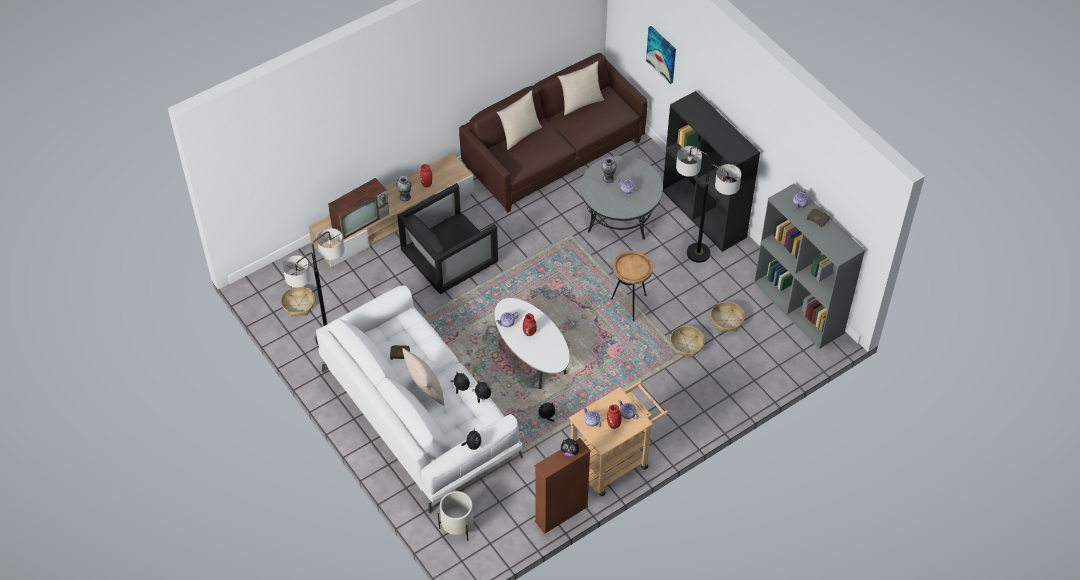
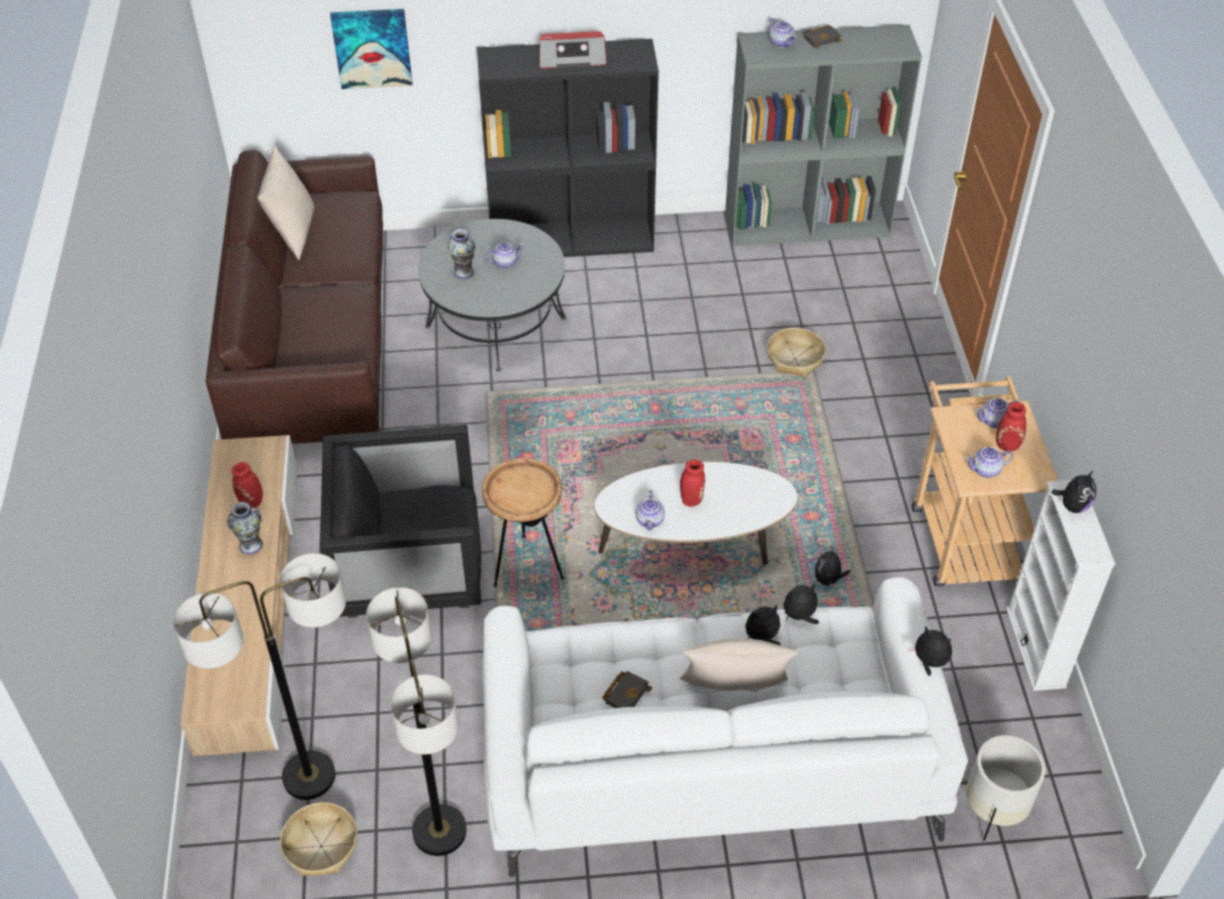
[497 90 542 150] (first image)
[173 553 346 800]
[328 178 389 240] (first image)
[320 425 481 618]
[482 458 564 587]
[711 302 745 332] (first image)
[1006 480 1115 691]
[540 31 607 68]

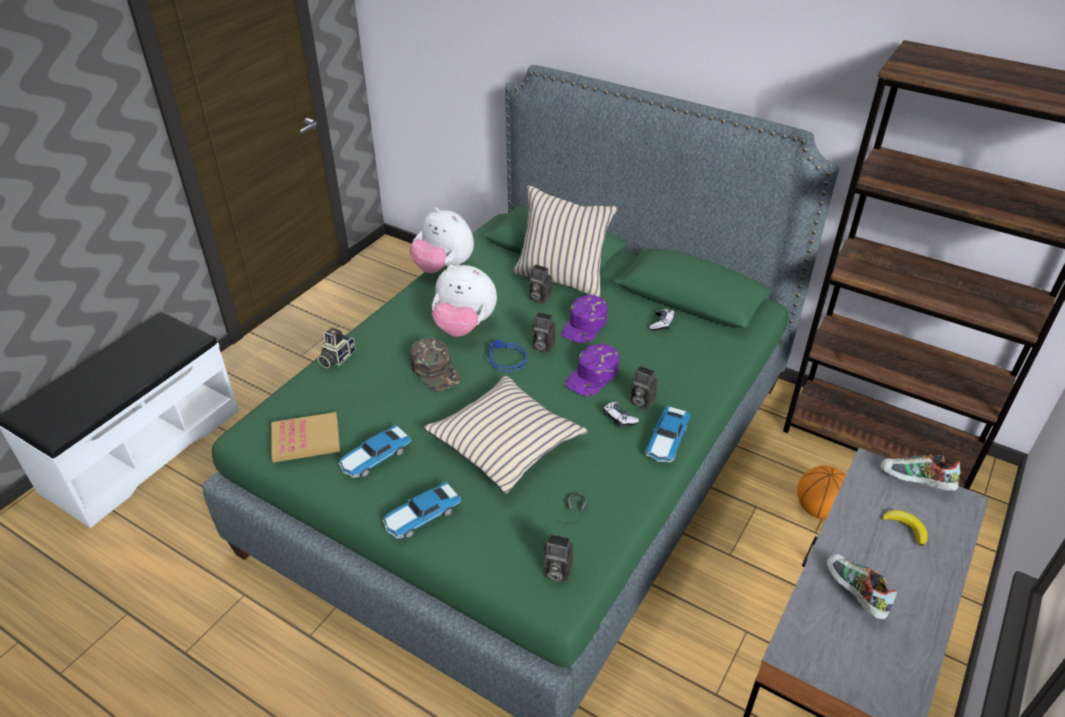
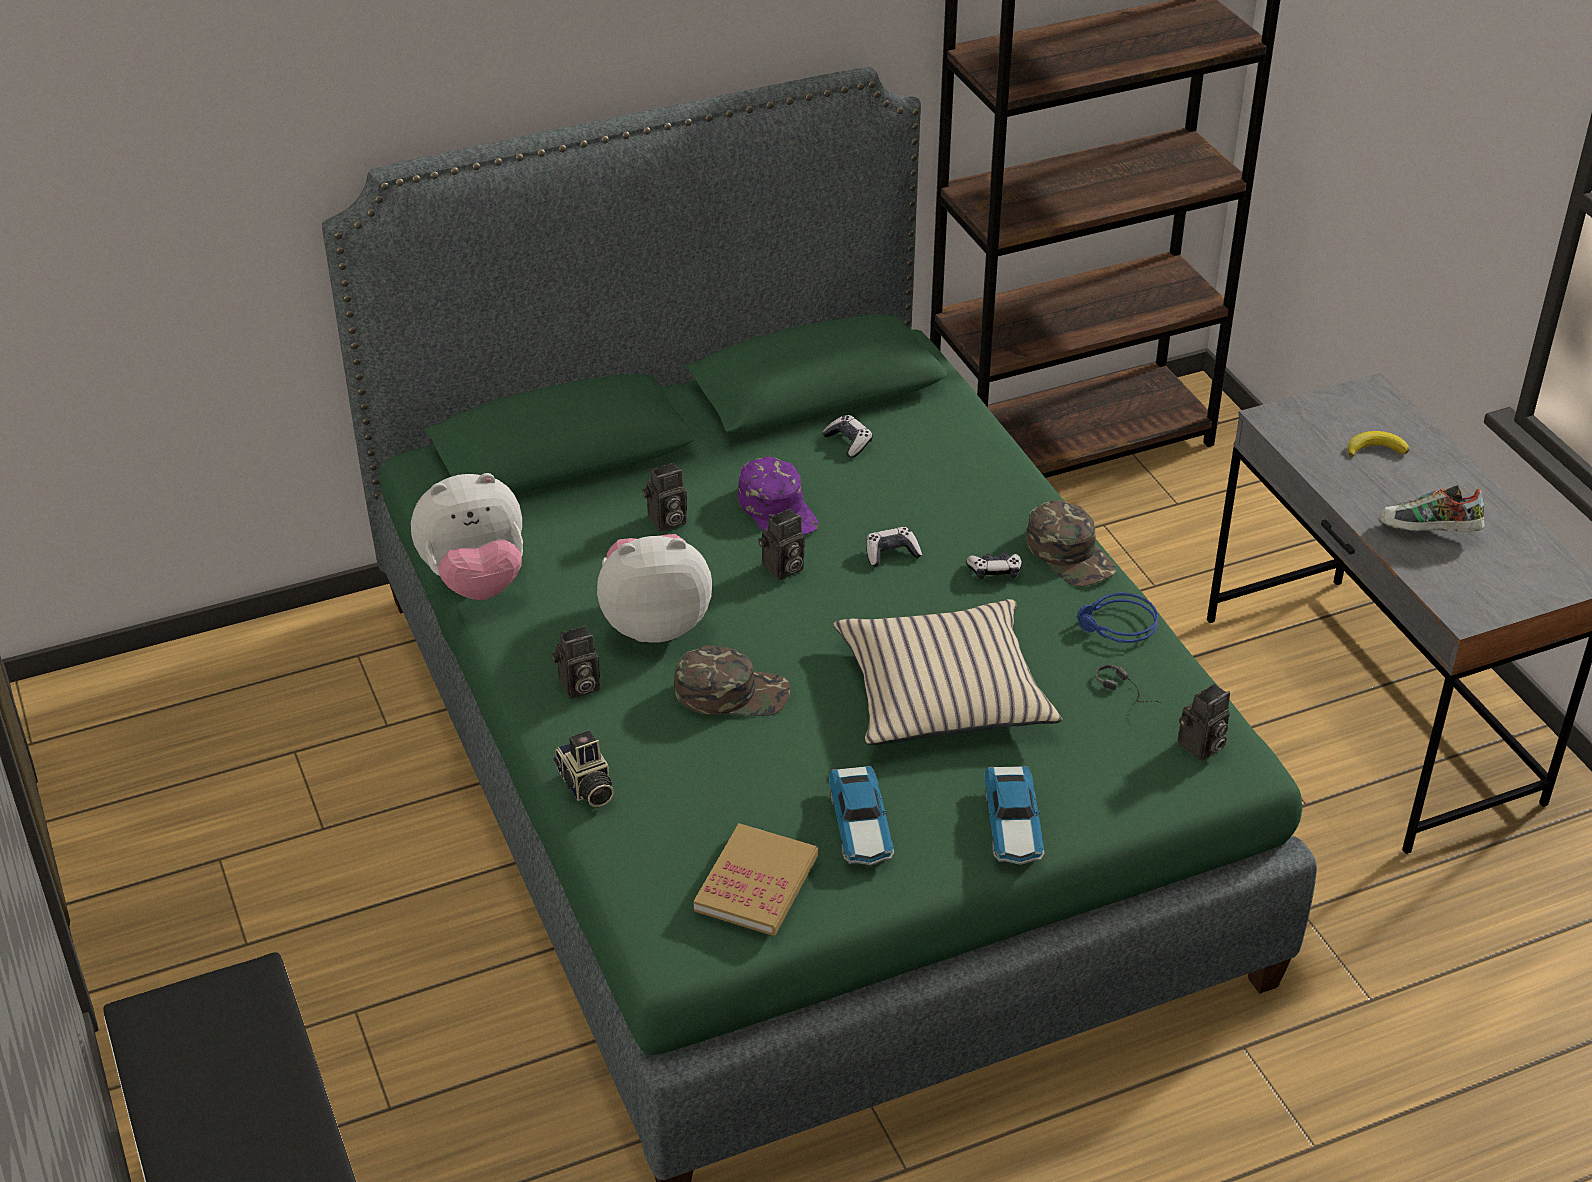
[513 185 618 297] (first image)
[597 534 712 643]
[1077 592 1158 643]
[866 527 922 567]
[552 626 600 699]
[1026 500 1117 587]
[880 455 960 491] (first image)
[797 466 846 520] (first image)

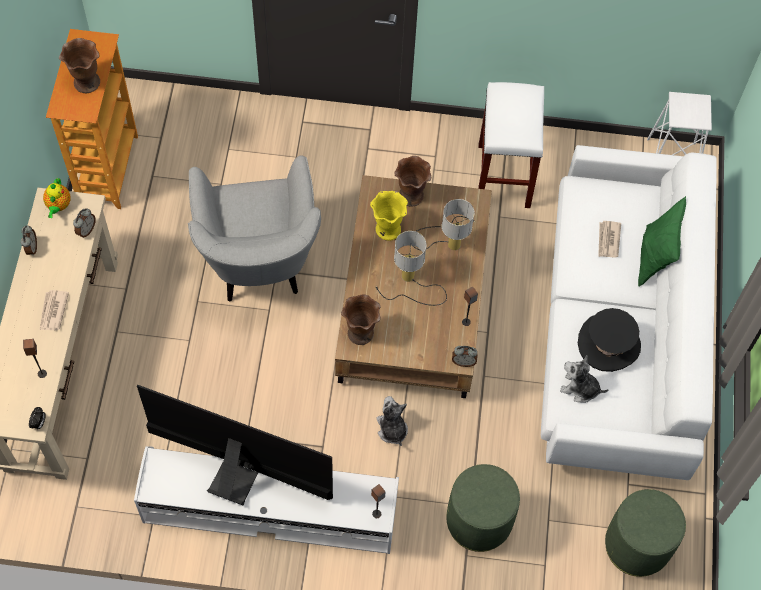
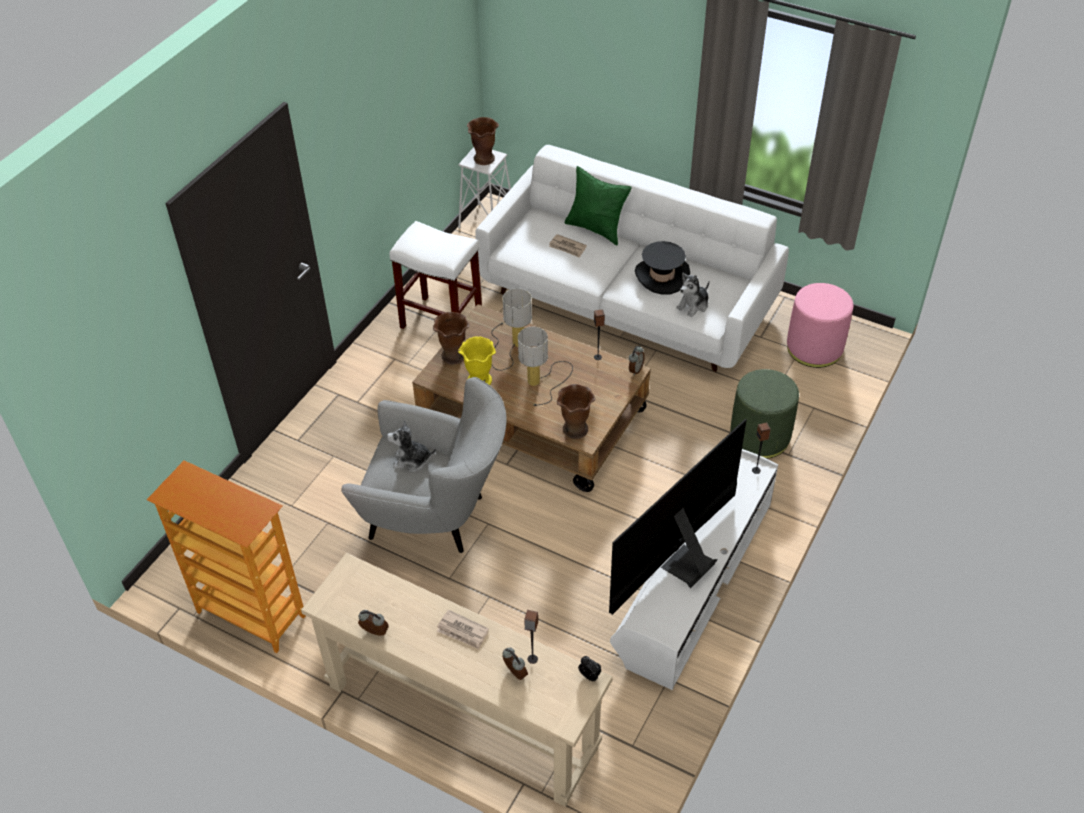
[467 117 499 165]
[43 178 70 218] (first image)
[503 647 528 680]
[387 420 436 472]
[787 283 853 368]

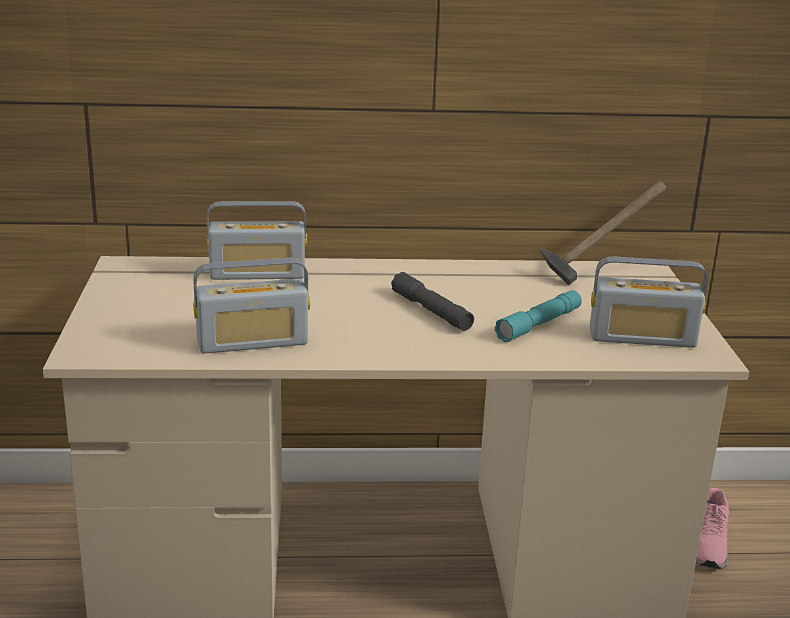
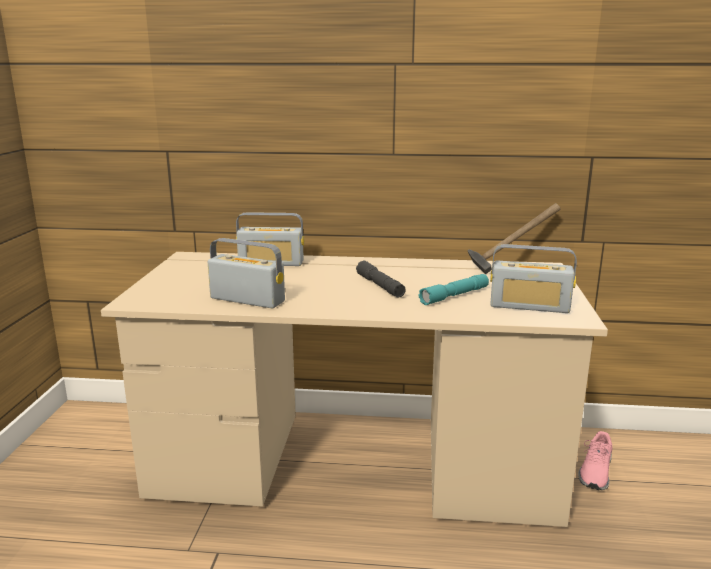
[208 238 285 308]

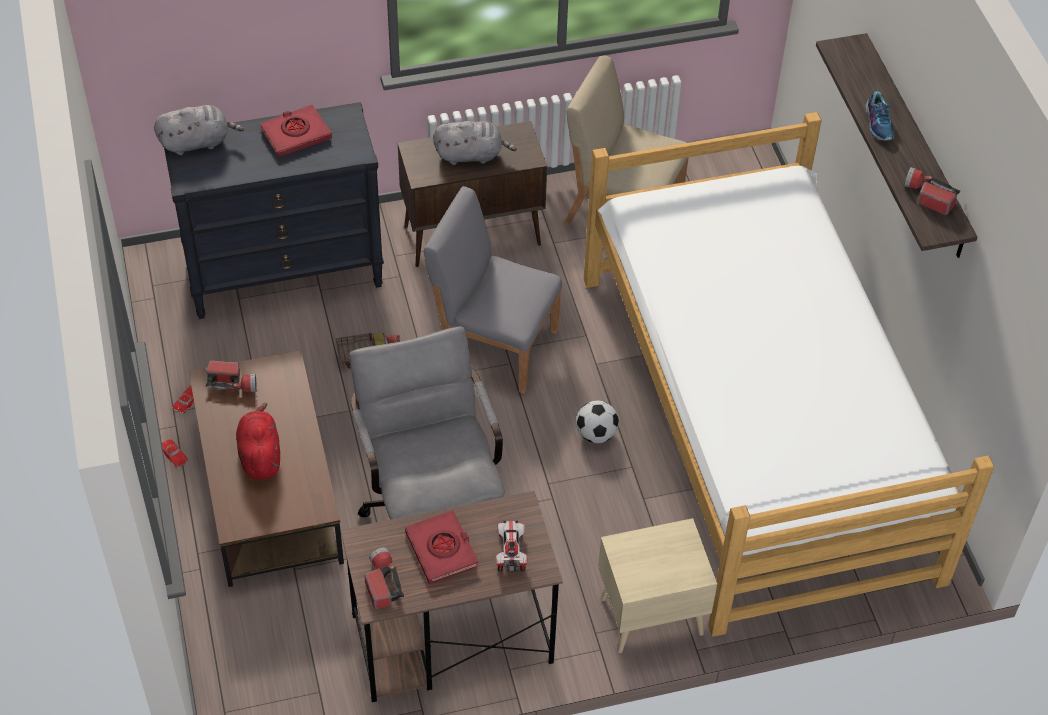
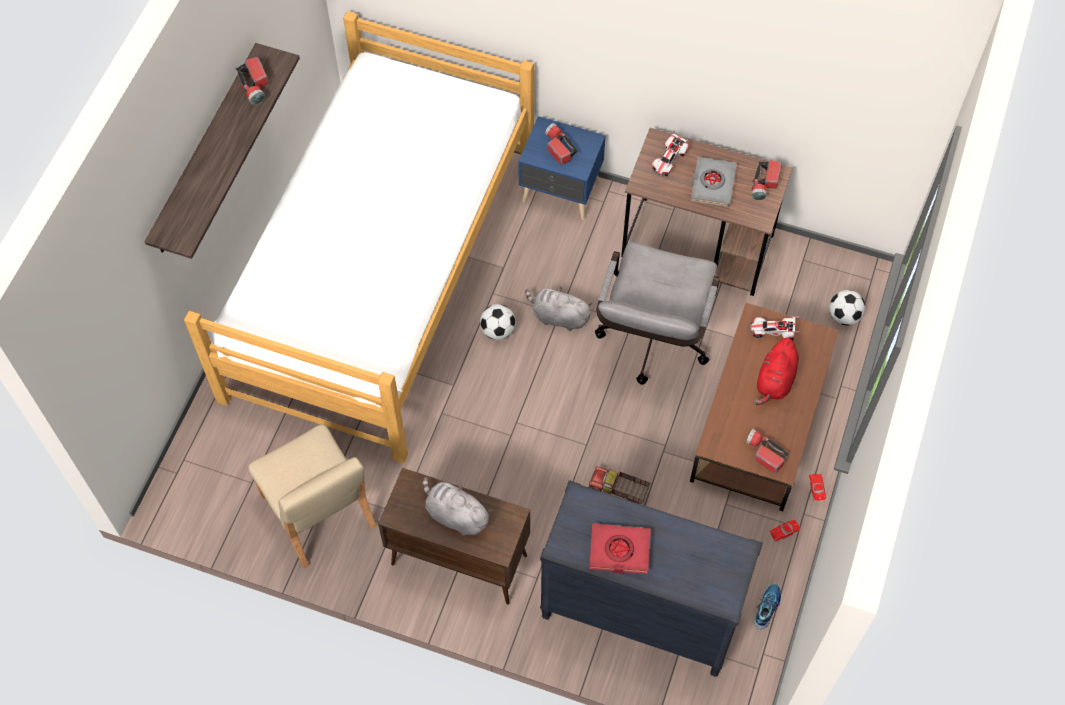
[754 583 781 629]
[525 287 592 331]
[424 186 562 394] (first image)
[691 157 737 207]
[518 116 606 220]
[545 123 578 165]
[829 290 866 325]
[750 316 800 341]

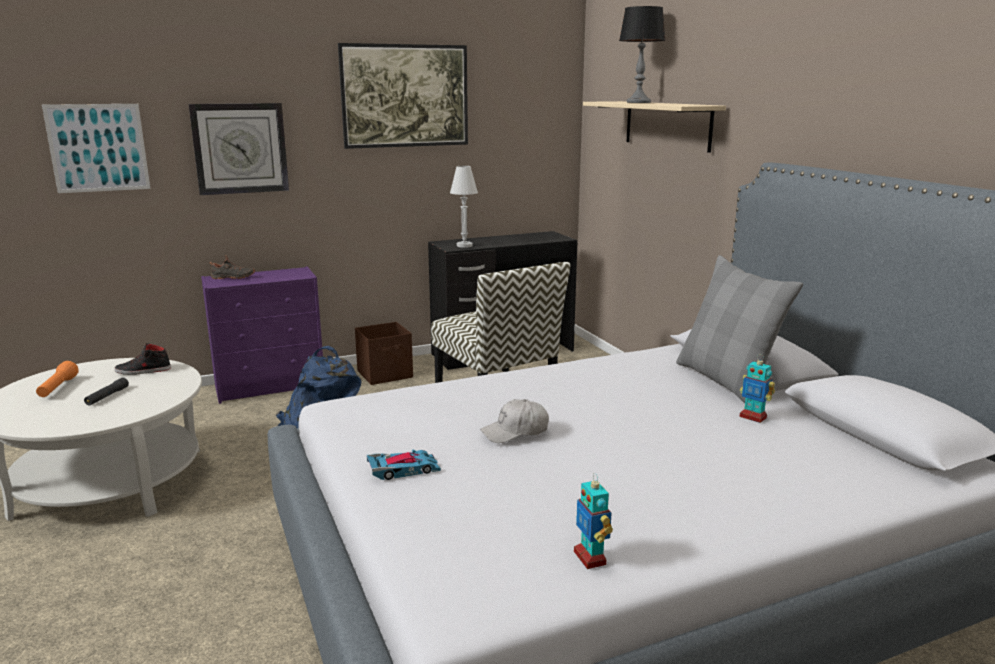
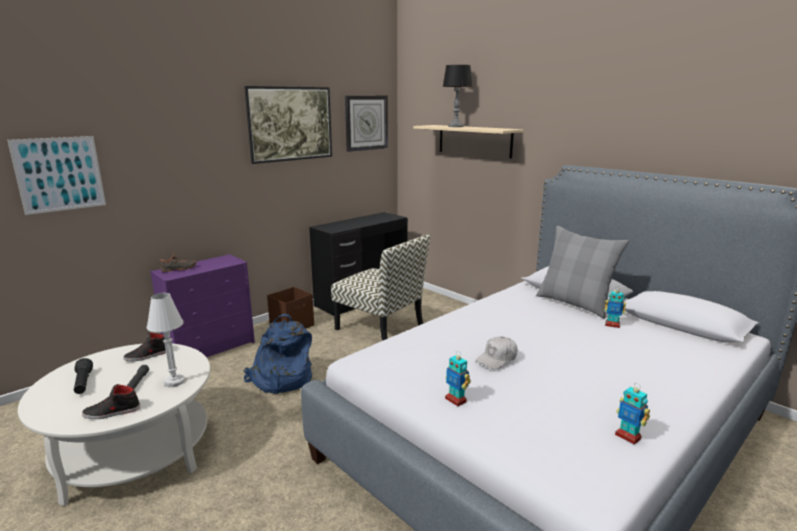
[345 95 388 152]
[147 293 185 387]
[74 358 93 394]
[445 352 471 406]
[82 384 140 419]

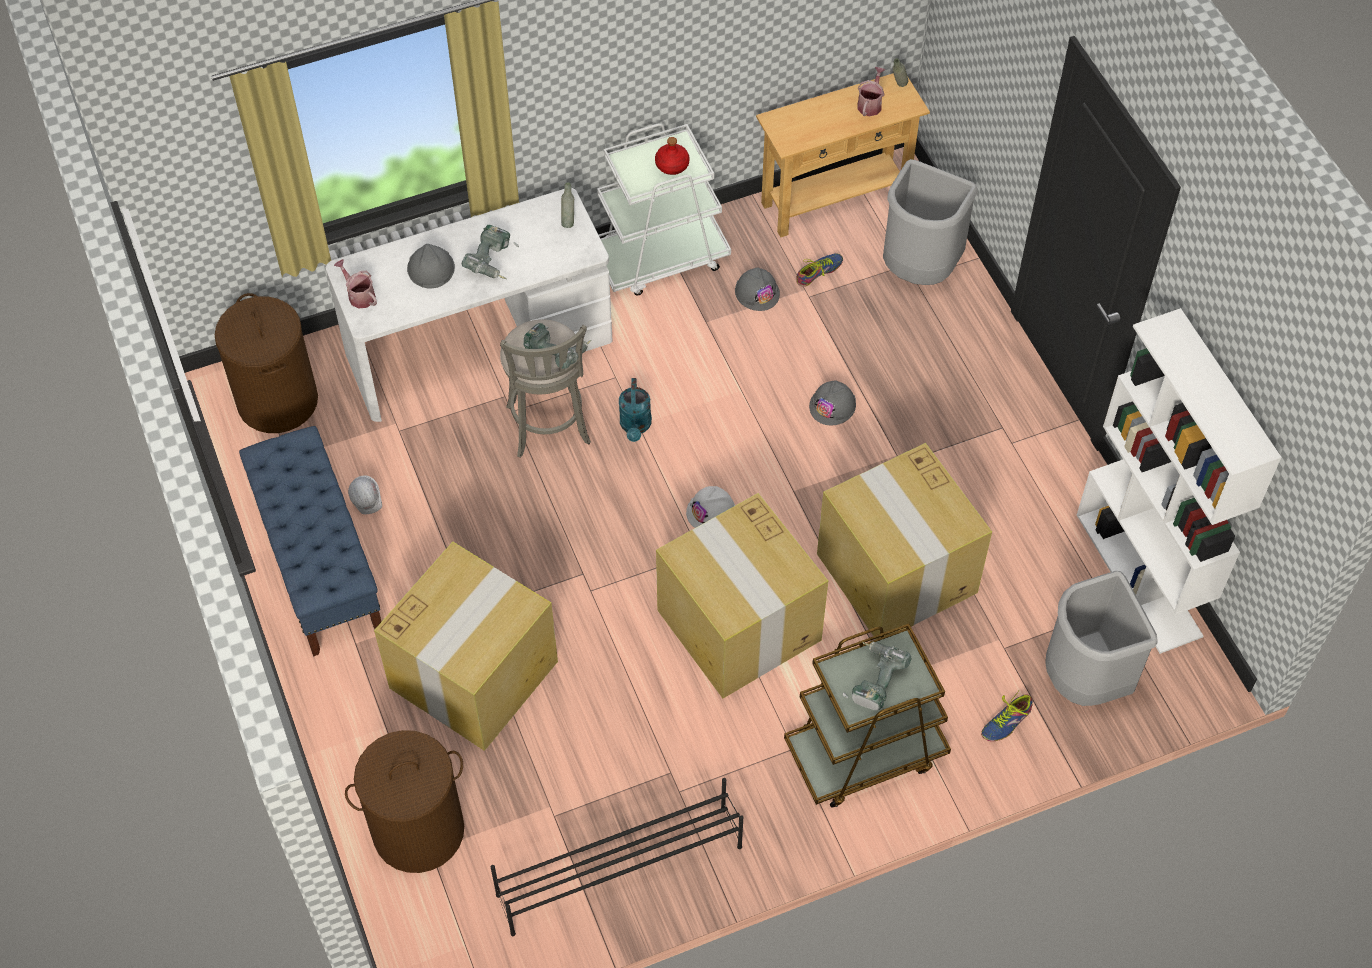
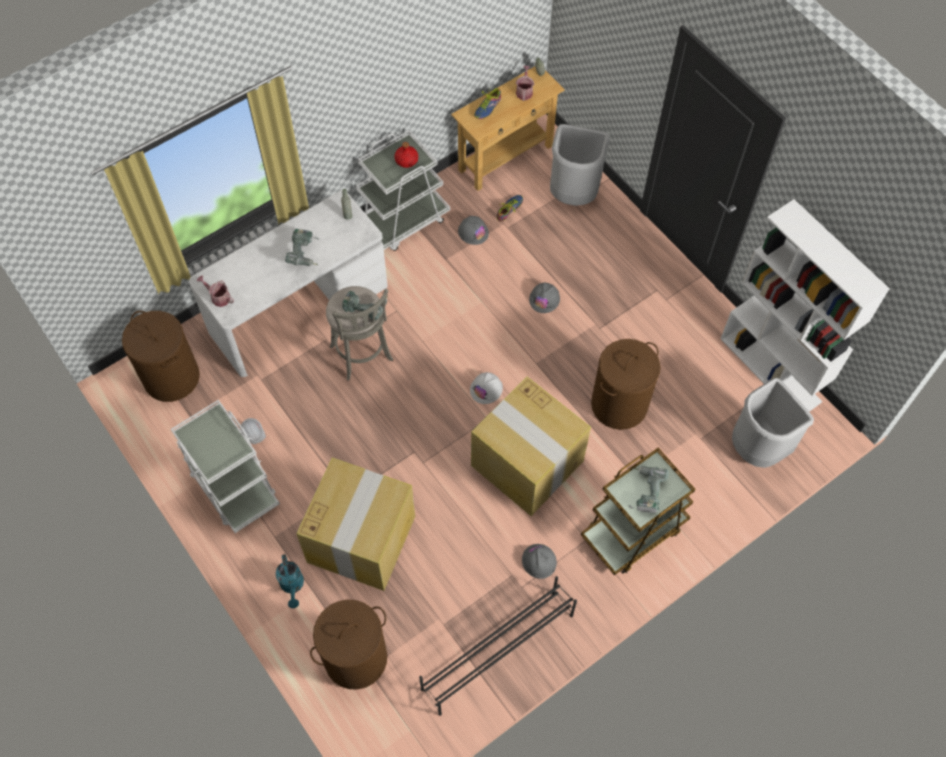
[522 544 557 579]
[276 554 304 608]
[171 400 280 533]
[591 339 661 430]
[474 87 501 119]

